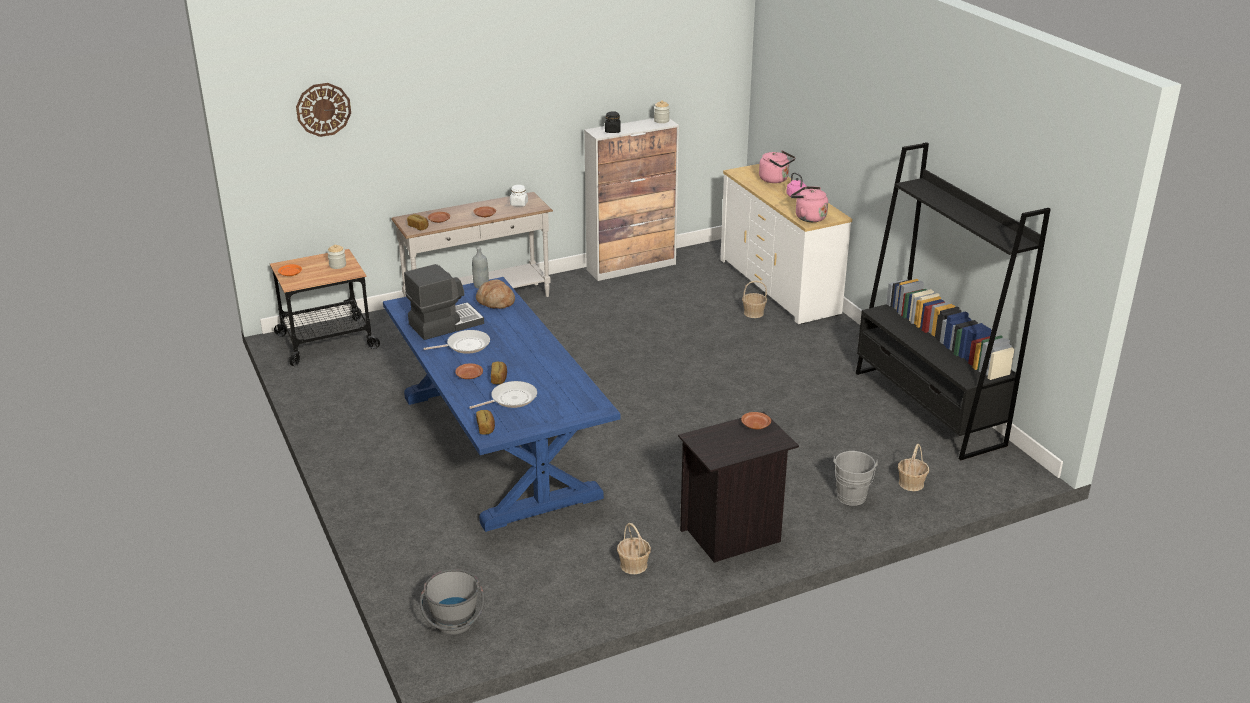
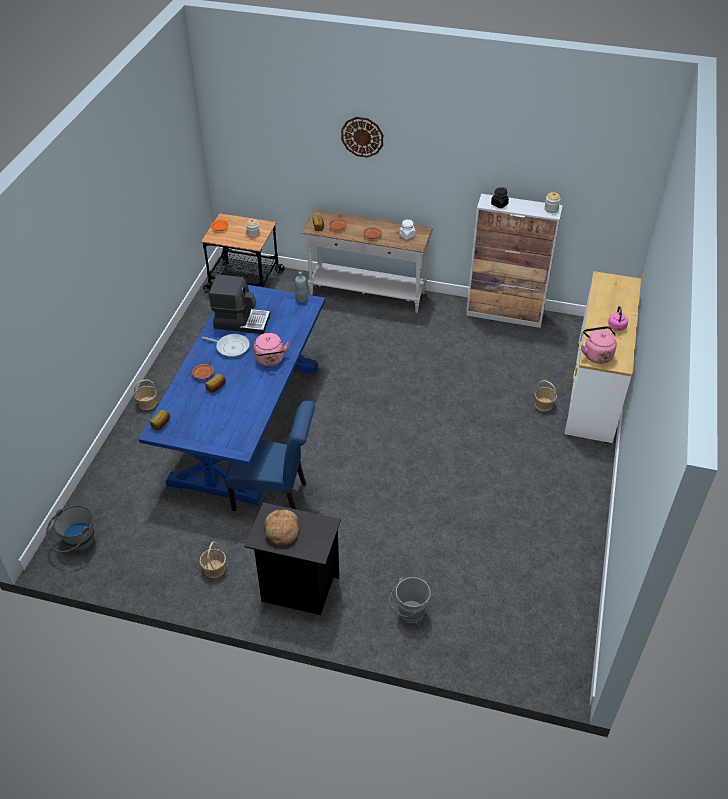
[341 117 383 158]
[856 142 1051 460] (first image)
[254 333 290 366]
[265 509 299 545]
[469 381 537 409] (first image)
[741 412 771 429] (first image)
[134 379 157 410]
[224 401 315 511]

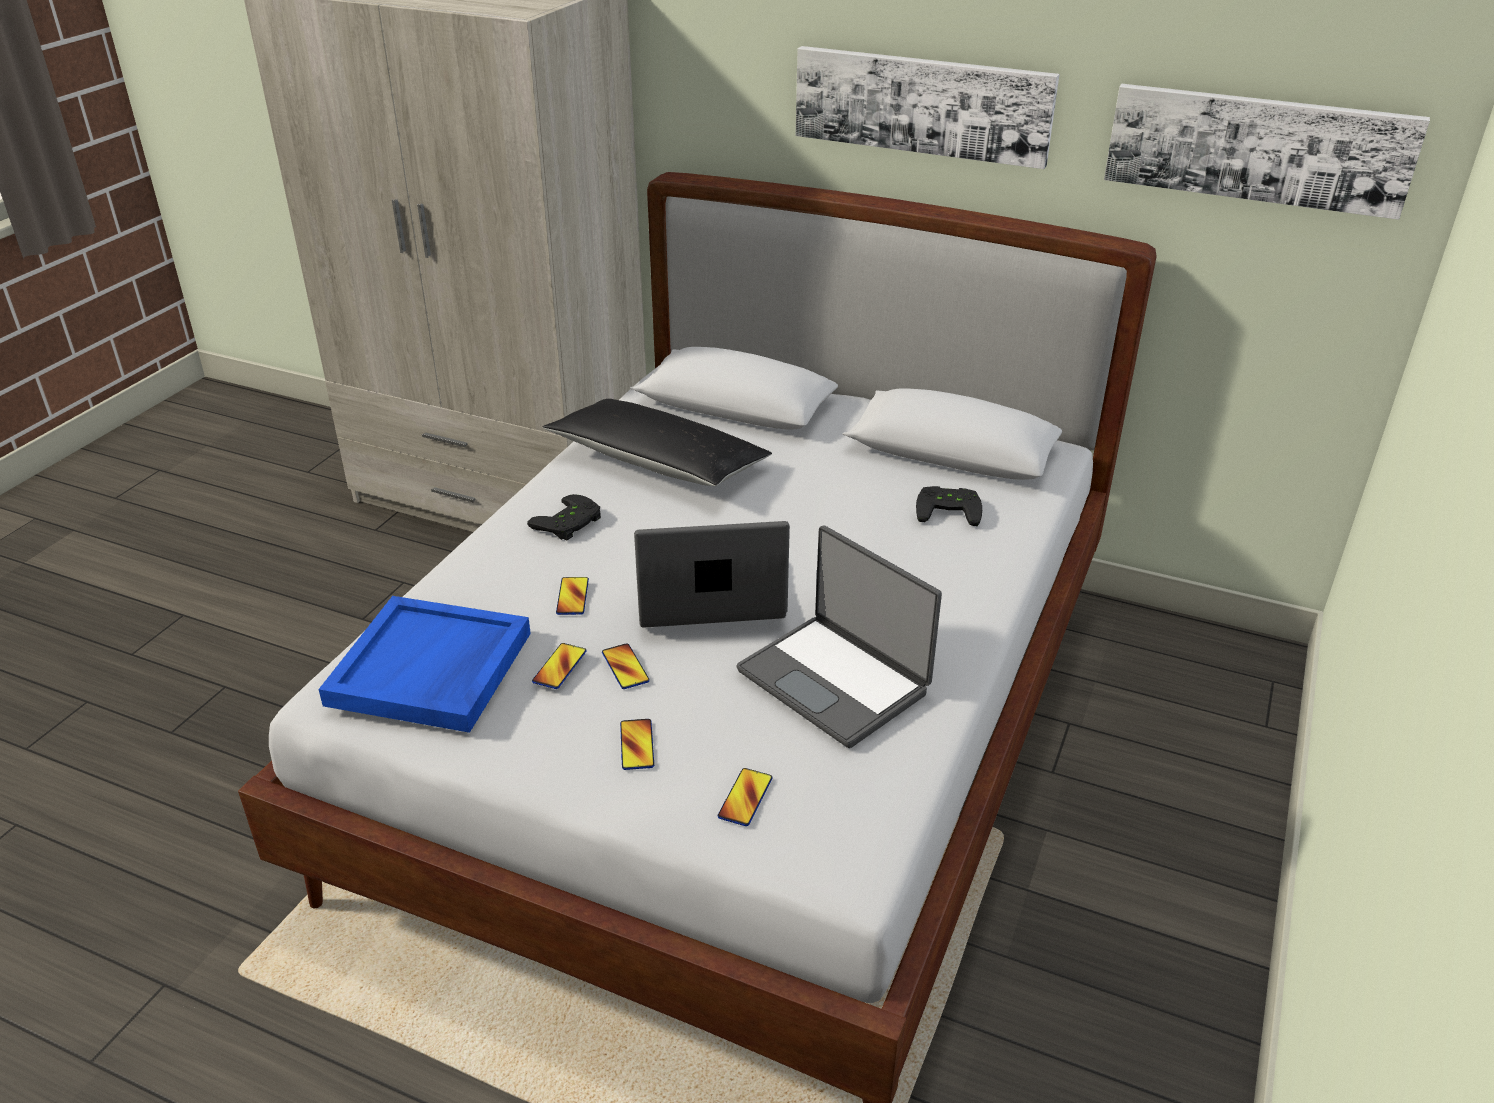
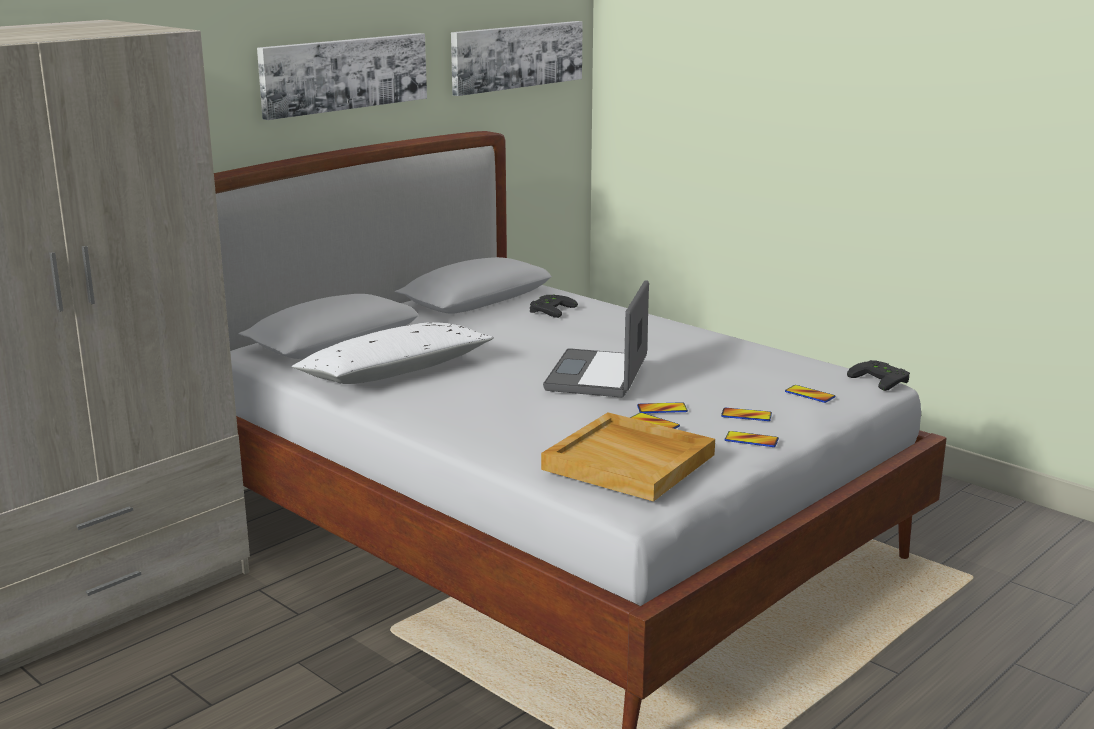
[292 322 494 384]
[847 360 910 391]
[736 525 942 748] (first image)
[725 431 779 447]
[541 413 715 501]

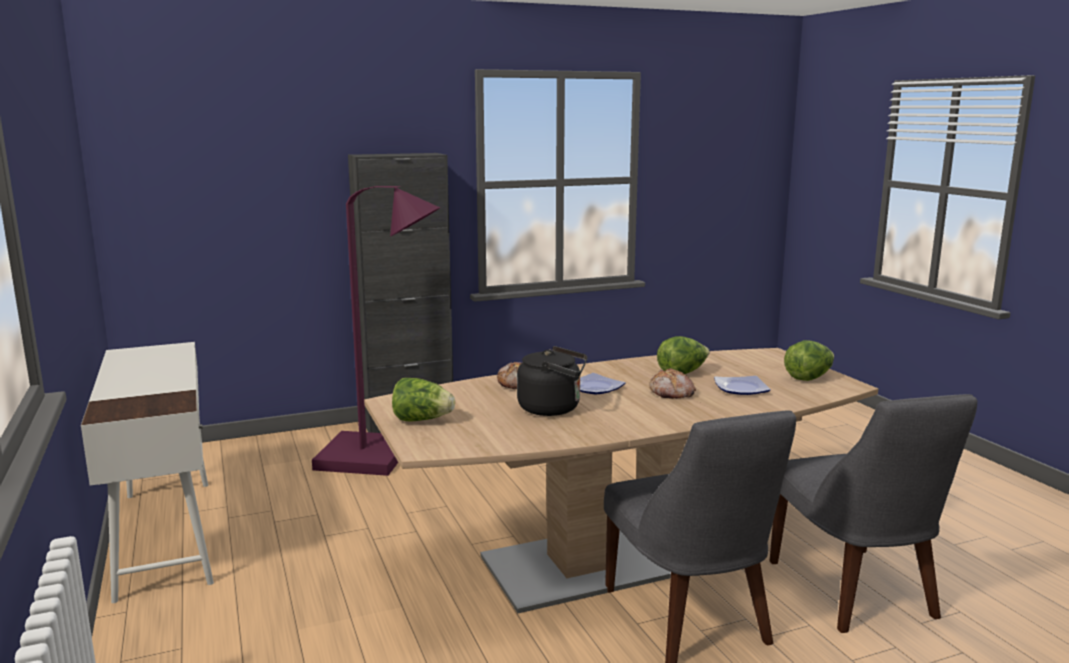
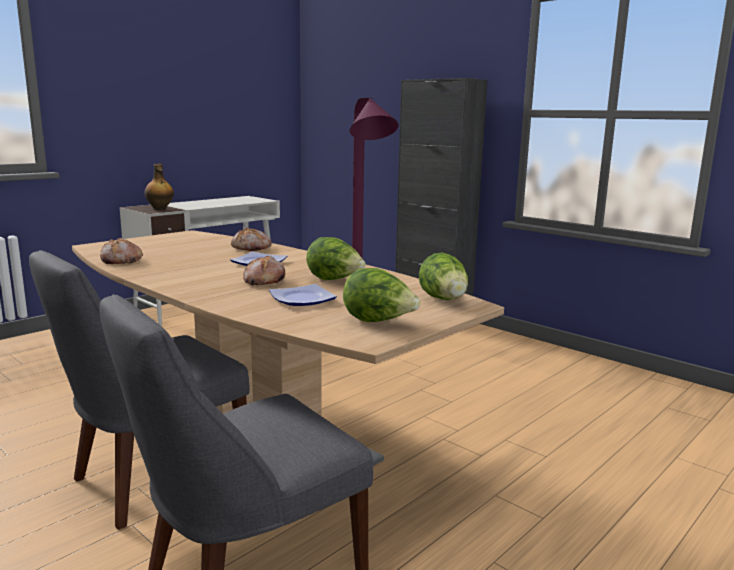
[517 346 588 416] (first image)
[419 252 468 300]
[145 164 174 210]
[100 238 143 264]

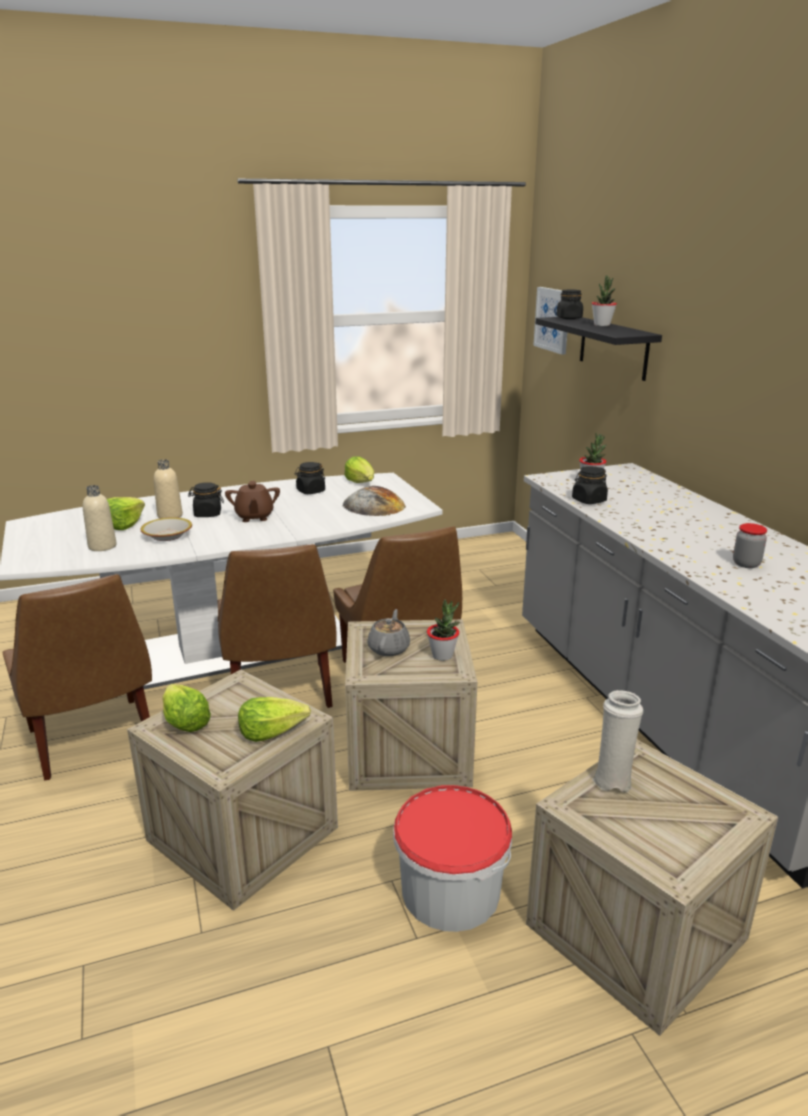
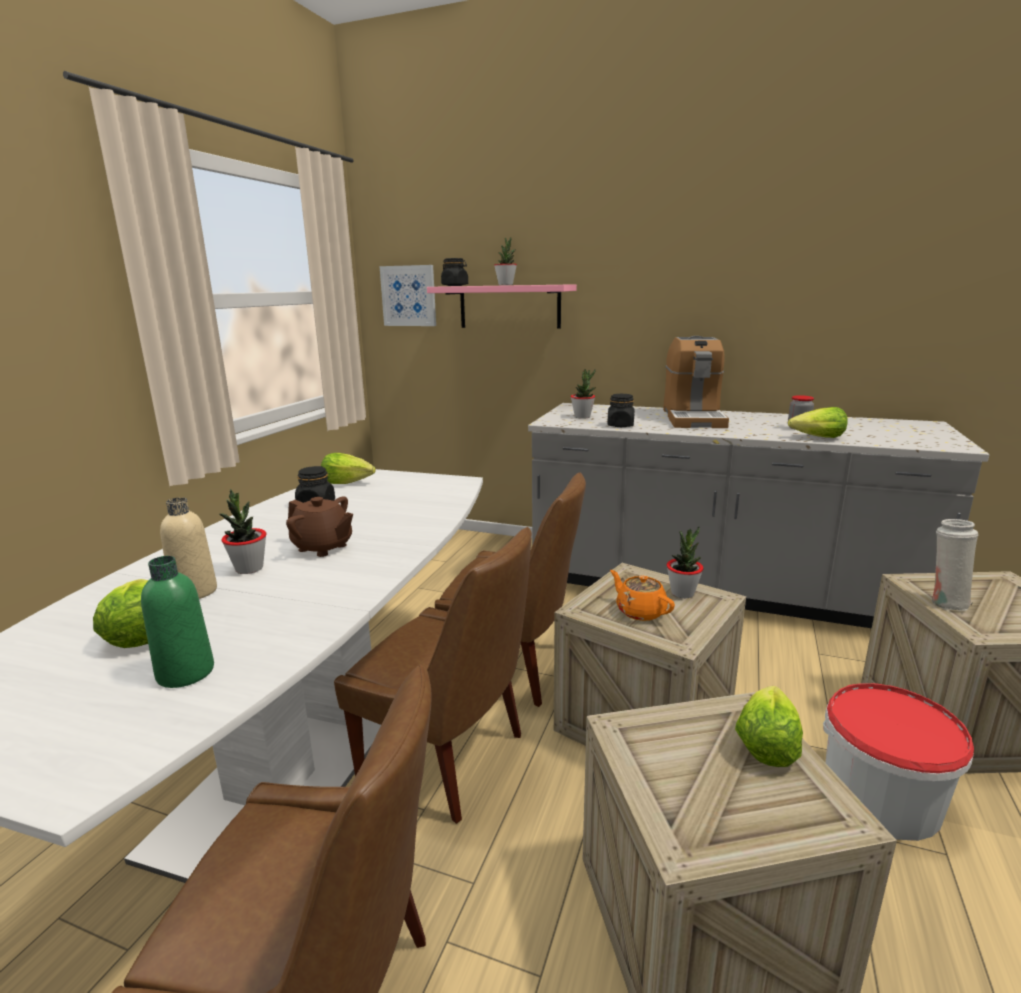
[427 284 577 329]
[220 489 266 574]
[141 556 214 688]
[342 486 406 516] (first image)
[140 517 192 541] (first image)
[610 570 675 621]
[788 407 848 438]
[663 336 729 428]

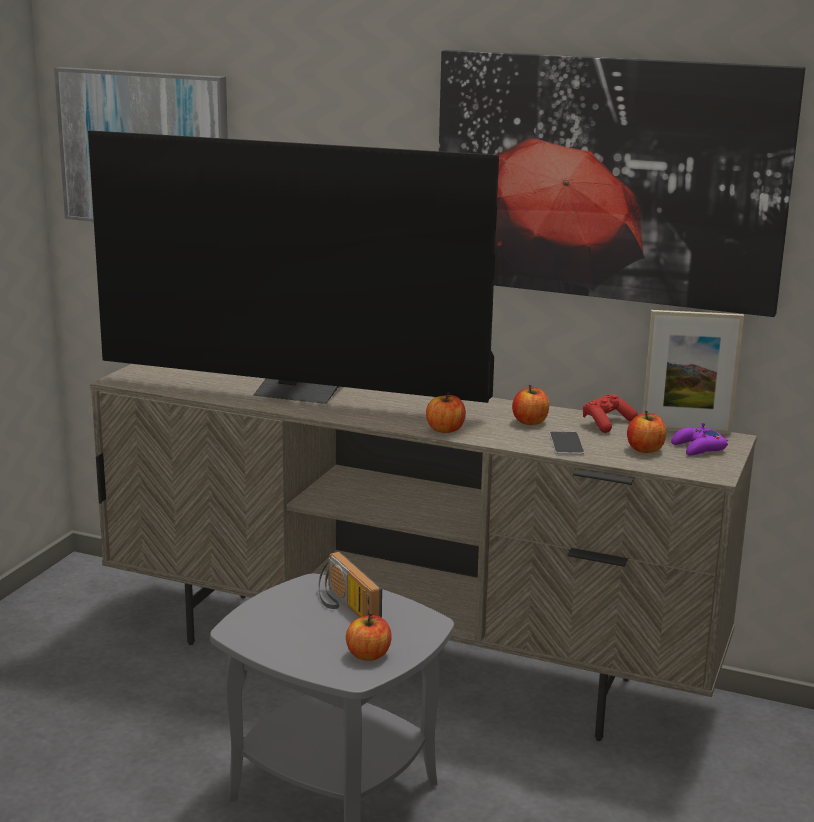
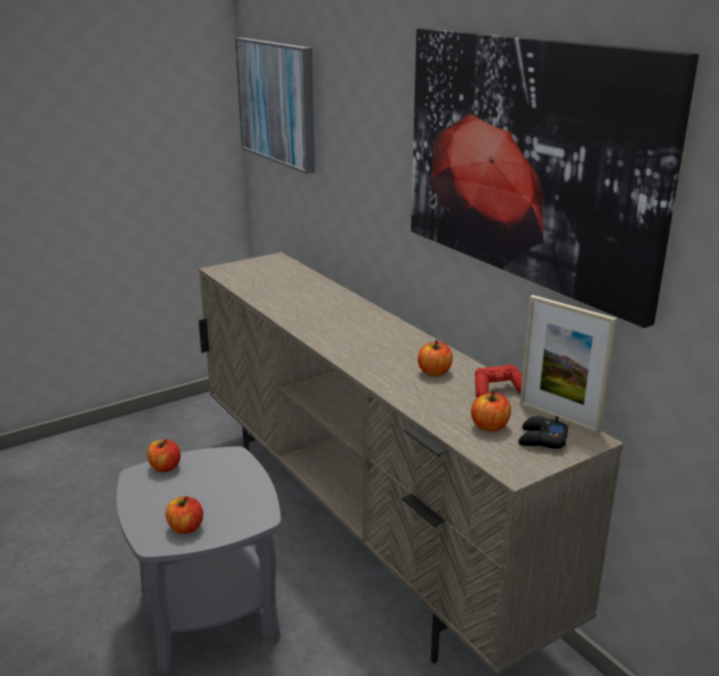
[88 130 499 404] (first image)
[147 439 181 472]
[518 416 568 449]
[550 431 584 454] (first image)
[319 552 382 618] (first image)

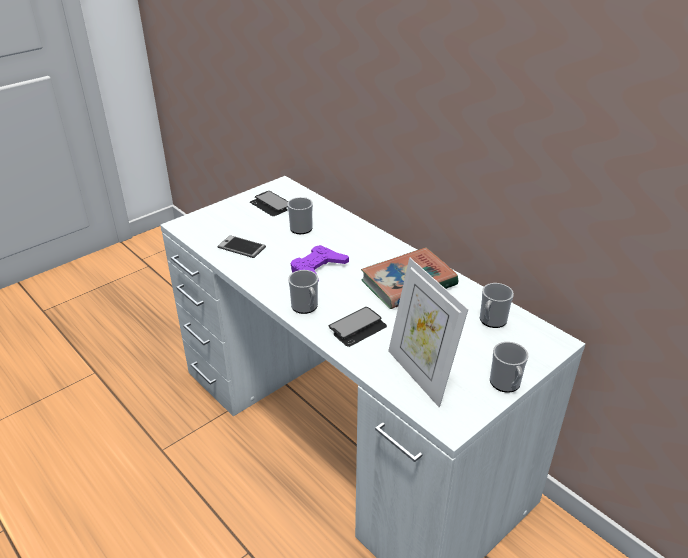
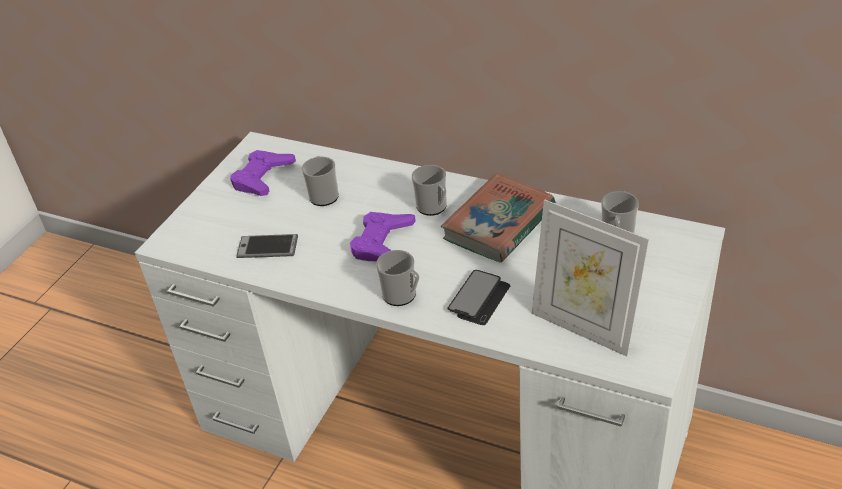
[230 150 296 196]
[412 165 447 216]

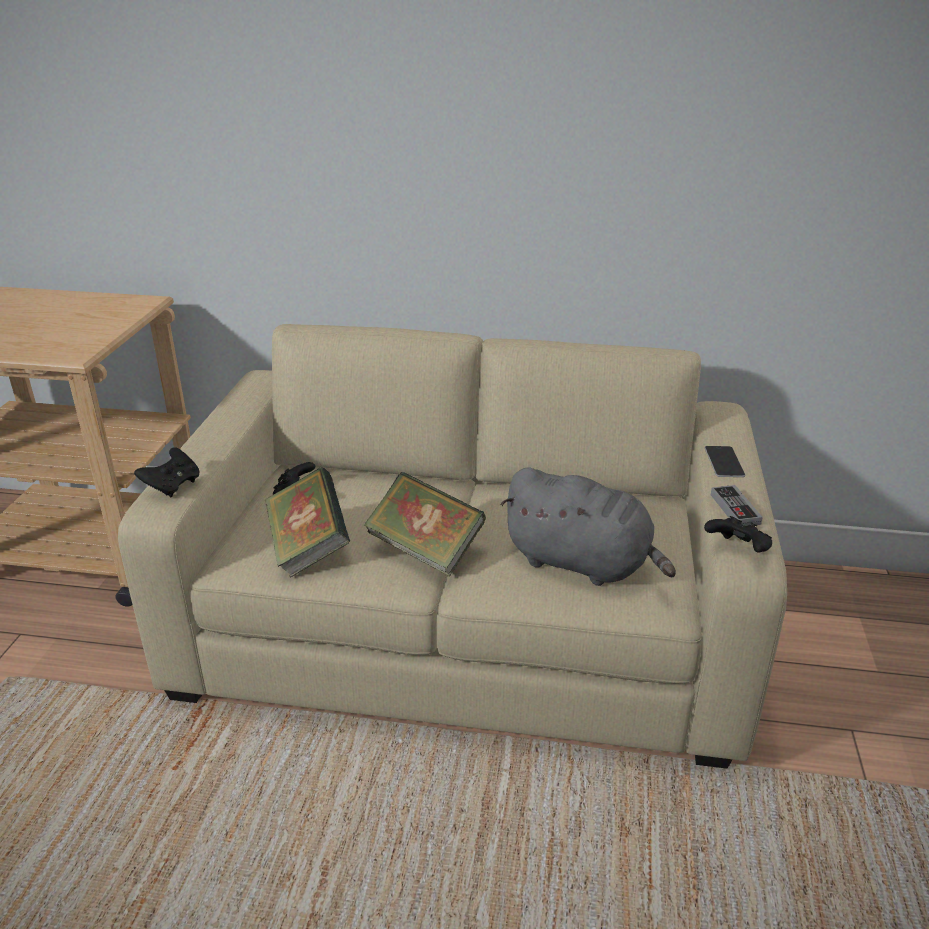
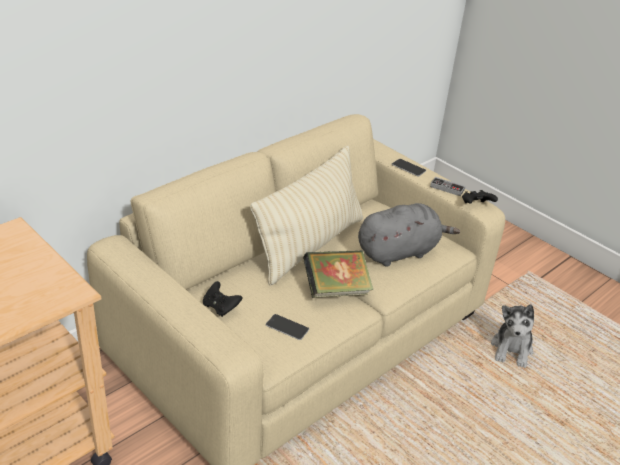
[134 447 200 497] (first image)
[265 314 309 340]
[250 145 363 286]
[491 304 534 368]

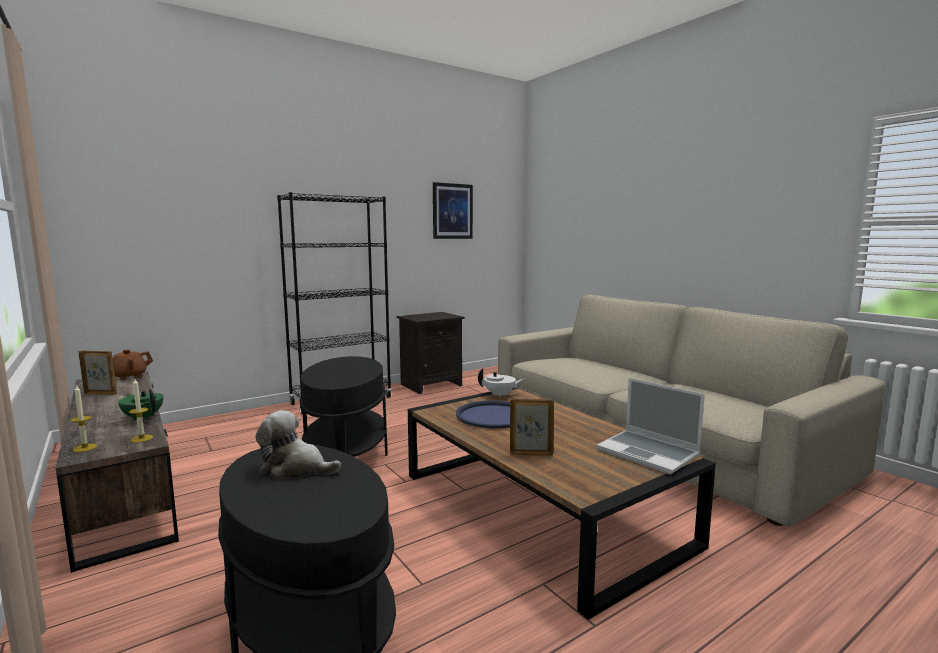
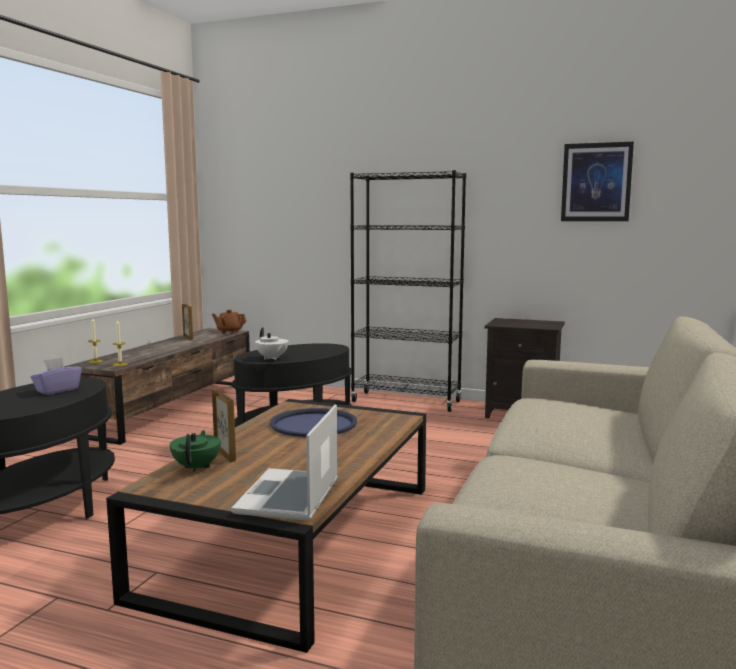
[255 327 288 360]
[170 430 221 472]
[31 357 82 395]

